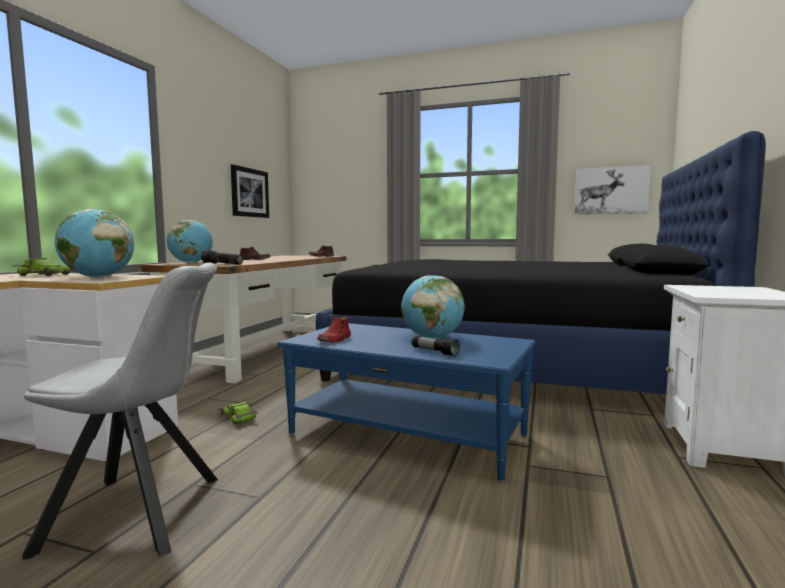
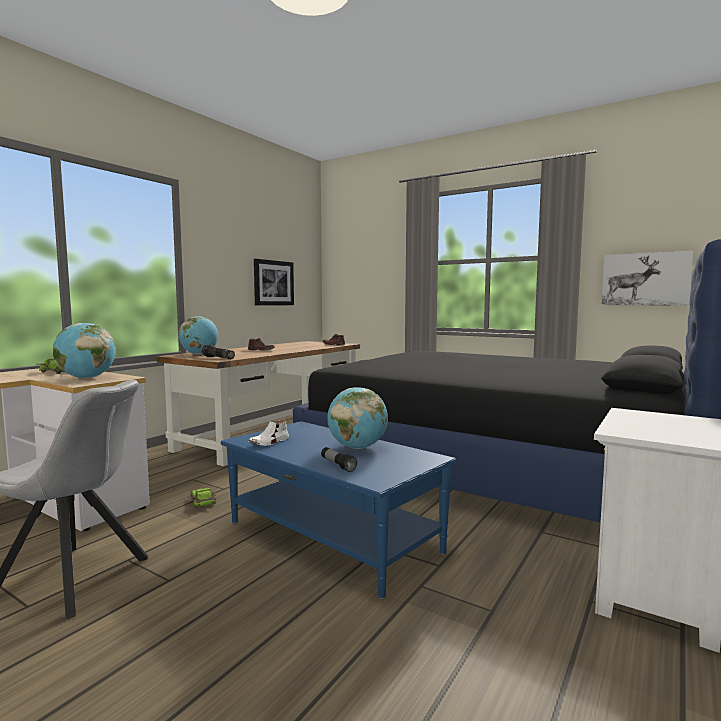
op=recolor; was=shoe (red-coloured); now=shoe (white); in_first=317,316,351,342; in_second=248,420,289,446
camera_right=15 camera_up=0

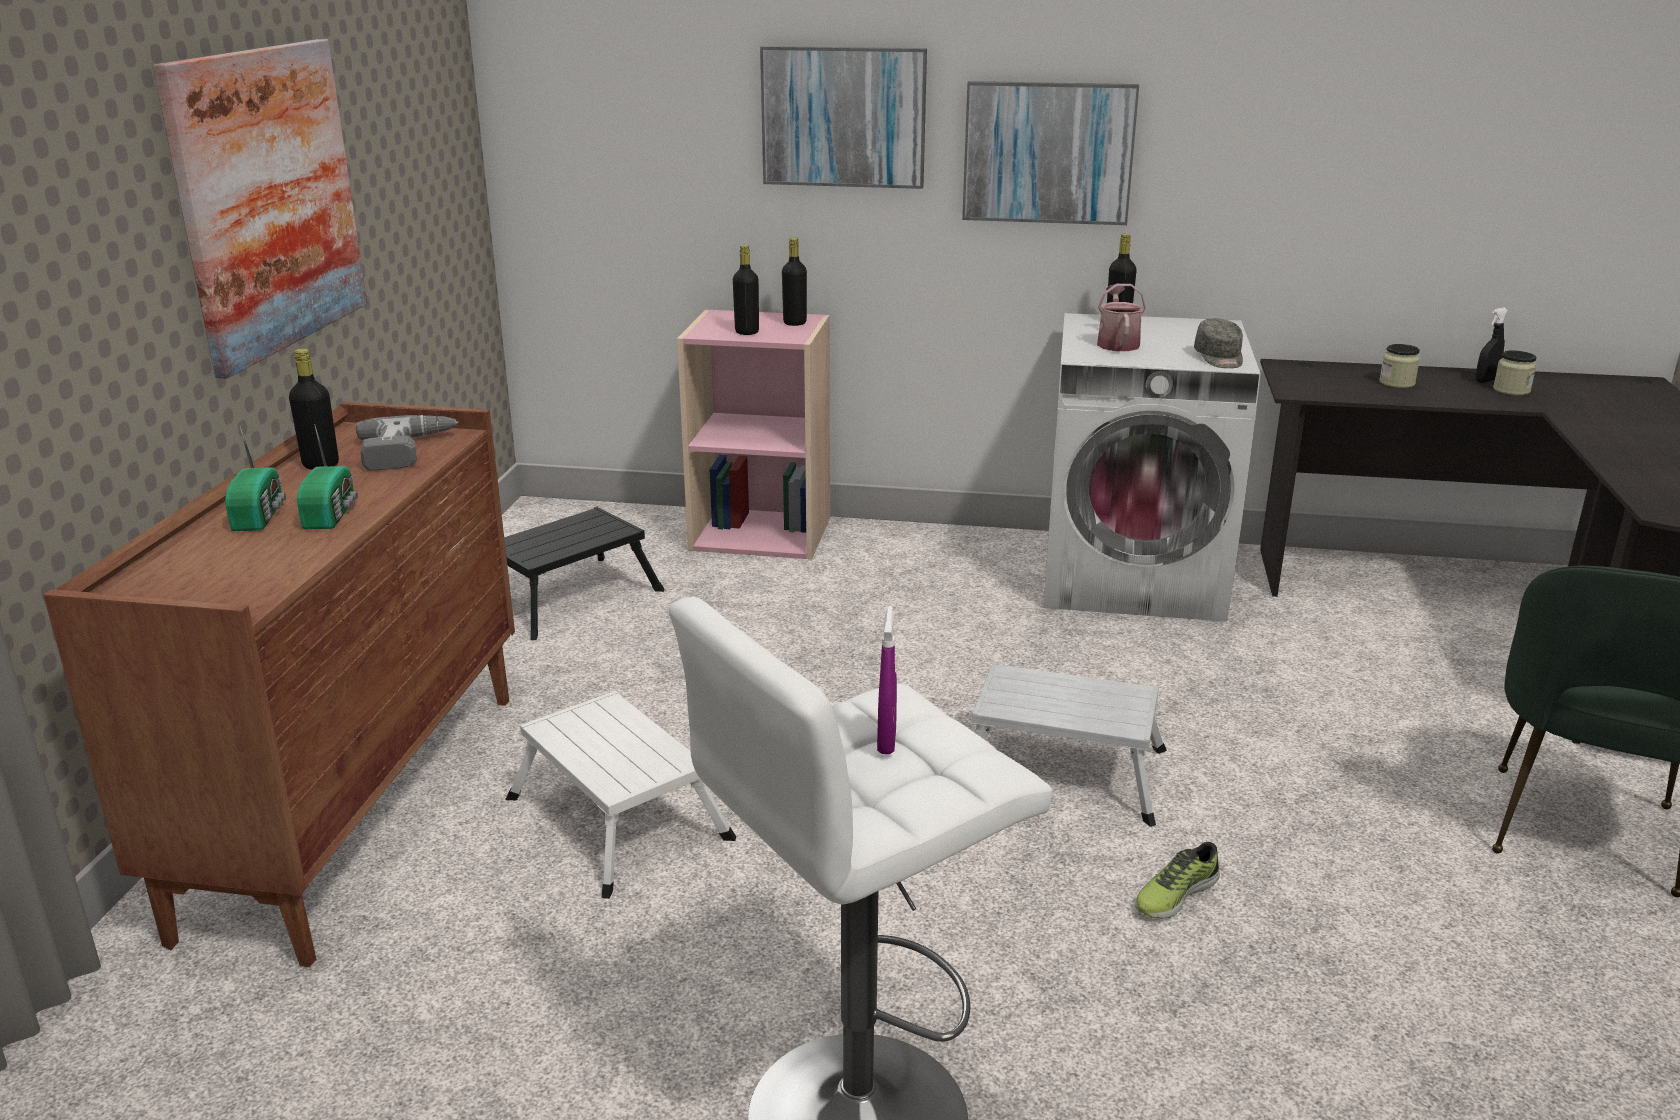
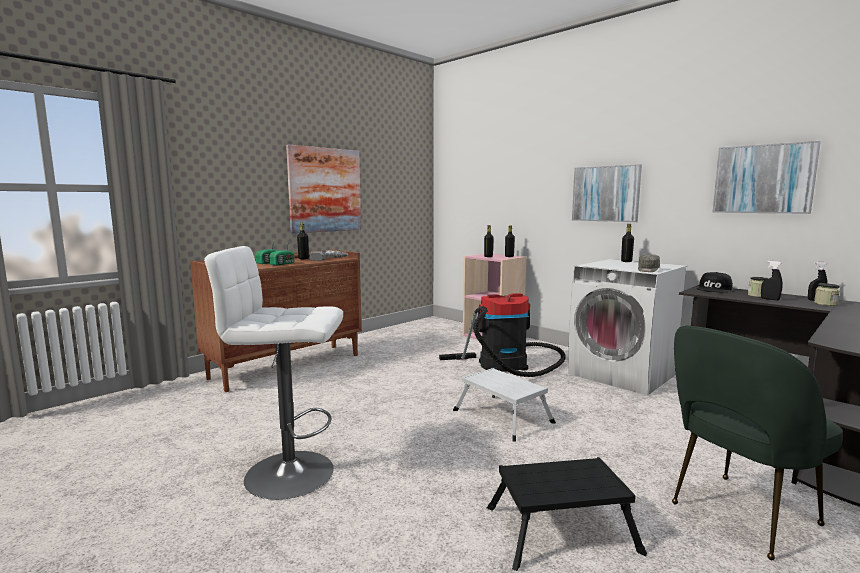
op=delete; was=step stool (white); in_first=505,691,736,899
op=delete; was=sprayer (purplish); in_first=877,606,897,754
op=delete; was=sprinkling can; in_first=1097,284,1146,351
op=delete; was=shoe; in_first=1135,842,1220,918
op=insert; now=vacuum cleaner; in_second=439,293,566,377
op=insert; now=baseball cap (black); in_second=697,272,733,293
op=insert; now=sprayer (black); in_second=761,261,783,300
op=move; was=step stool (black); in_first=504,507,665,640; in_second=487,457,647,571
op=move; was=wall picture; in_first=760,46,927,189; in_second=713,141,821,214
camera_right=35 camera_up=-15

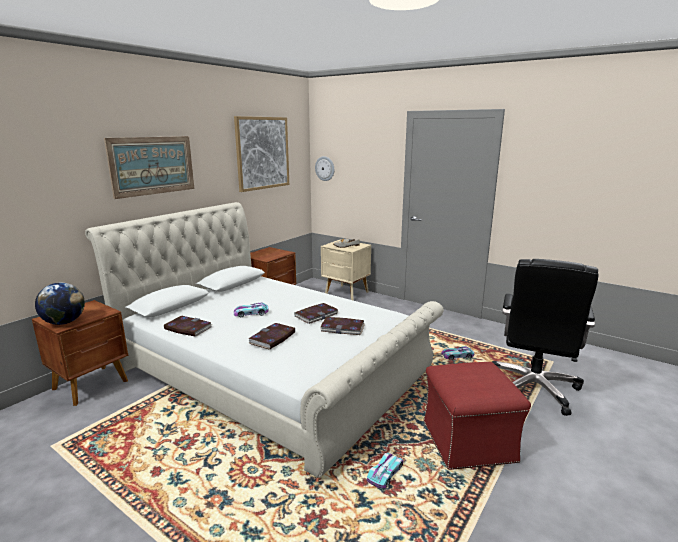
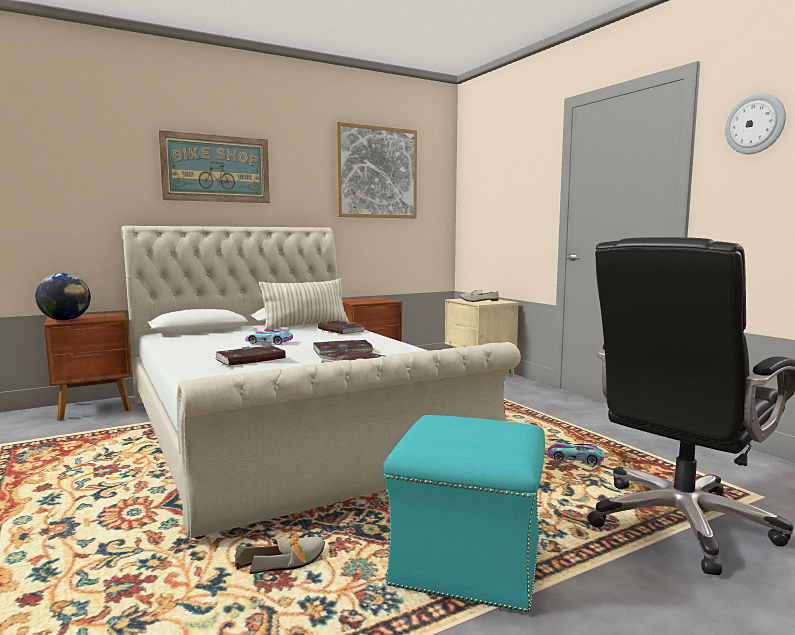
op=insert; now=pillow; in_second=259,278,349,331
op=move; was=volume; in_first=164,316,212,337; in_second=318,321,366,334
op=move; was=clock on the wall; in_first=315,156,334,181; in_second=725,93,786,154
op=replace; was=model car; now=shoe; in_first=367,453,403,488; in_second=235,535,325,574
op=recolor; was=footrest (red-coloured); now=footrest (turquoise-coloured); in_first=424,362,531,470; in_second=383,415,545,613
camera_right=25 camera_up=-10

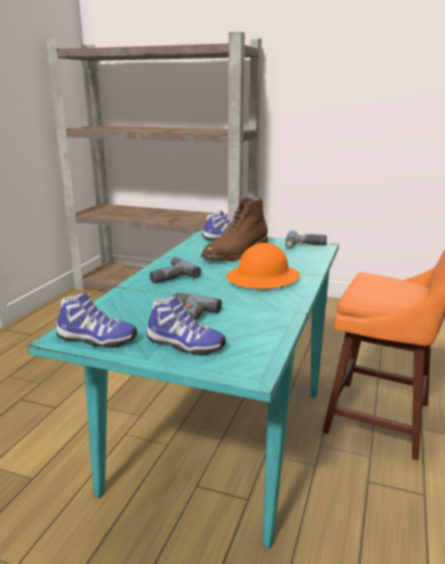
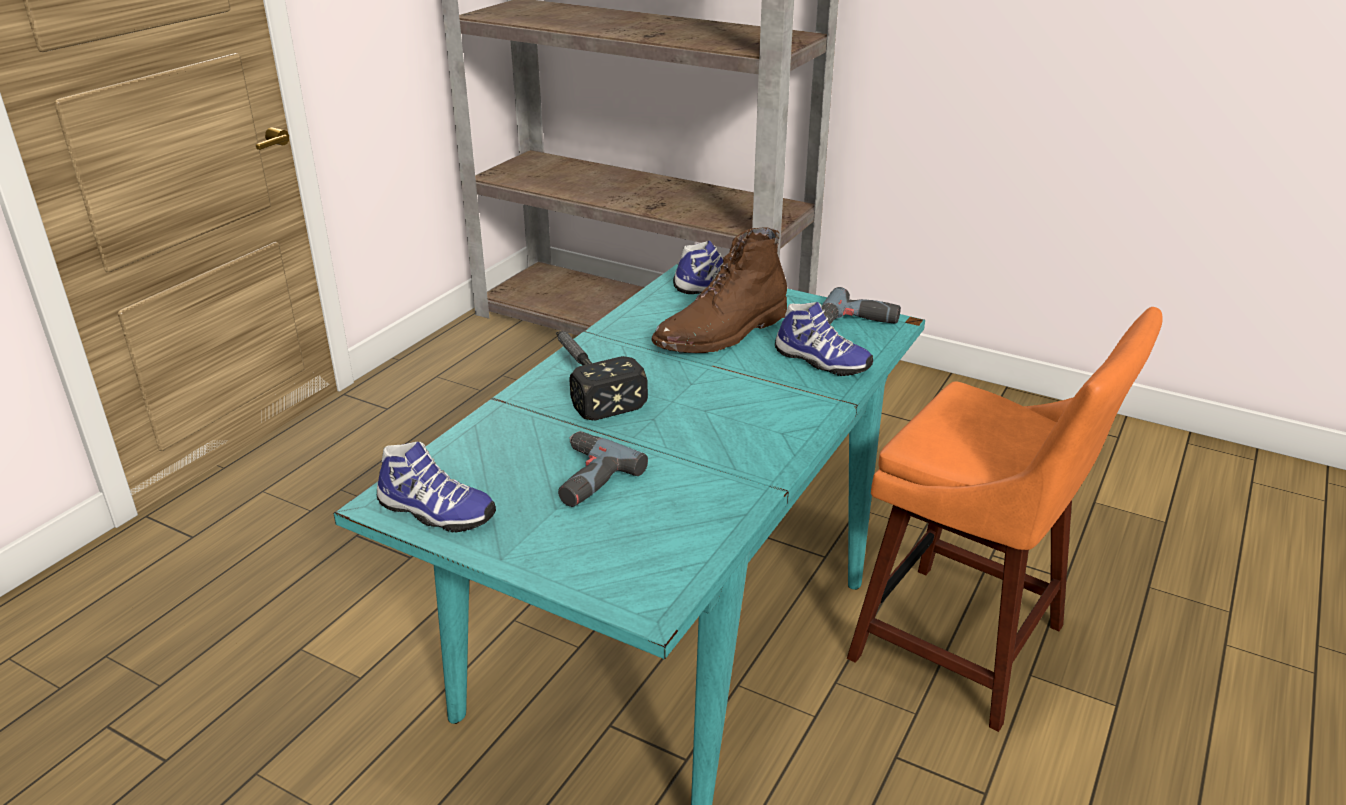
op=delete; was=work helmet (orangey); in_first=226,243,300,289
op=move; was=shoe; in_first=146,296,226,356; in_second=775,302,873,376
op=replace; was=electric drill; now=tool hammer; in_first=150,257,202,283; in_second=556,331,648,421
camera_right=10 camera_up=10

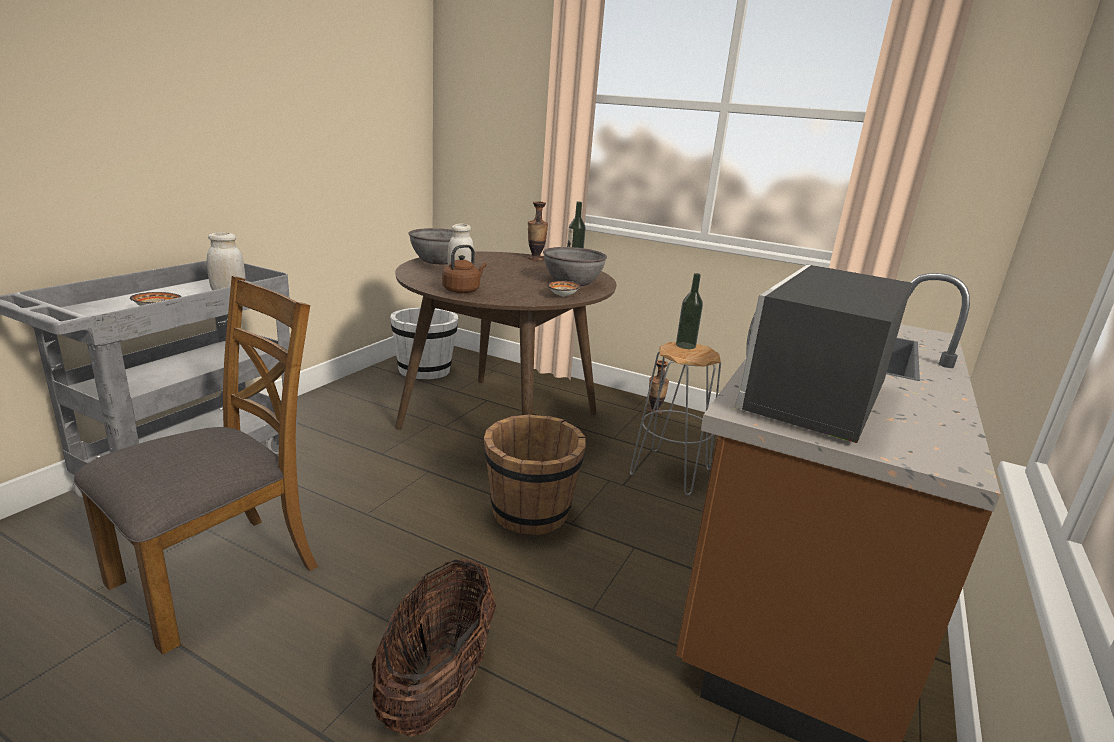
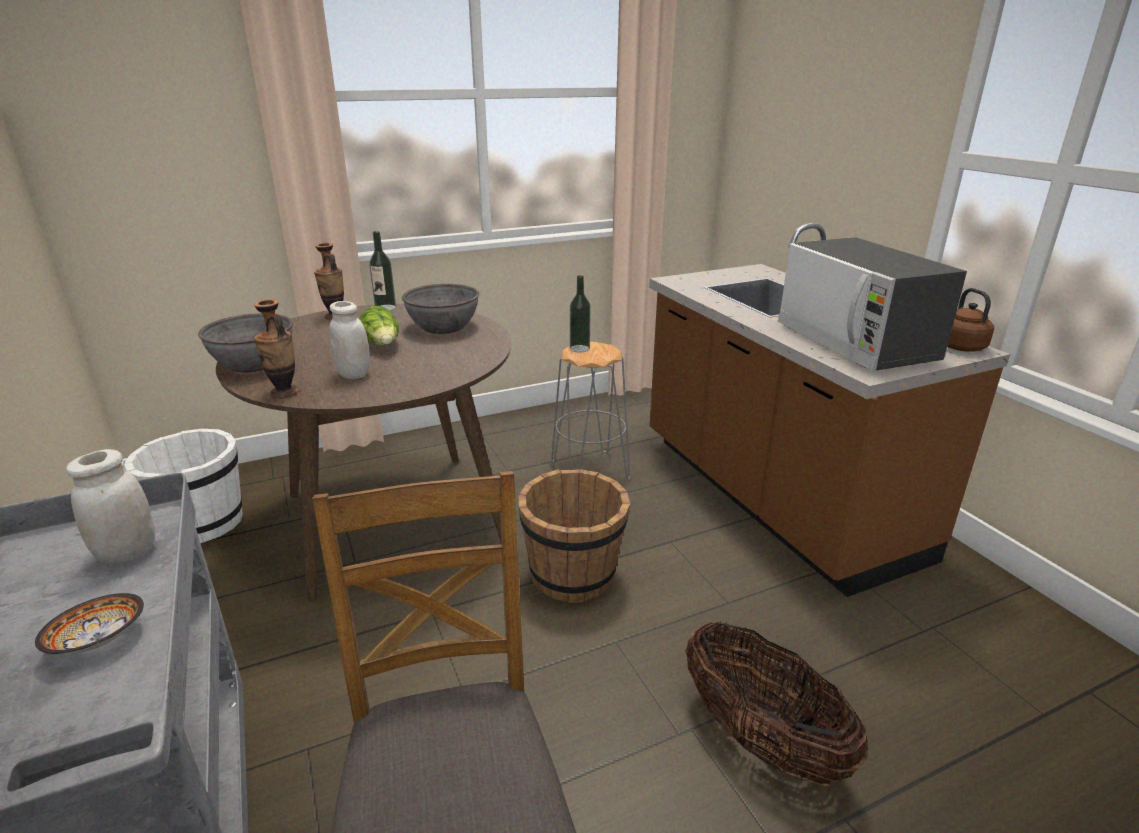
op=delete; was=serving bowl; in_first=547,281,581,297
op=insert; now=head of lettuce; in_second=359,306,399,345
op=move; was=kettle (brown-coloured); in_first=442,245,487,293; in_second=947,288,994,352
op=move; was=decorative vase; in_first=647,360,669,414; in_second=254,299,299,399
camera_right=-50 camera_up=5

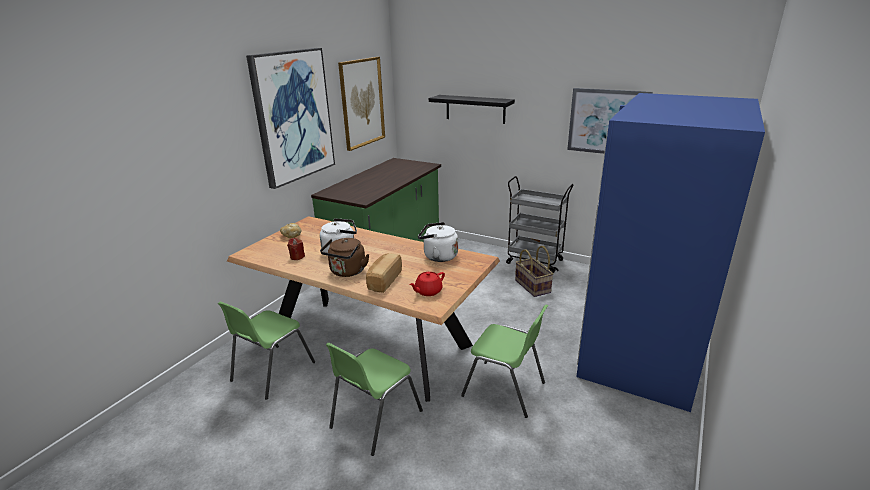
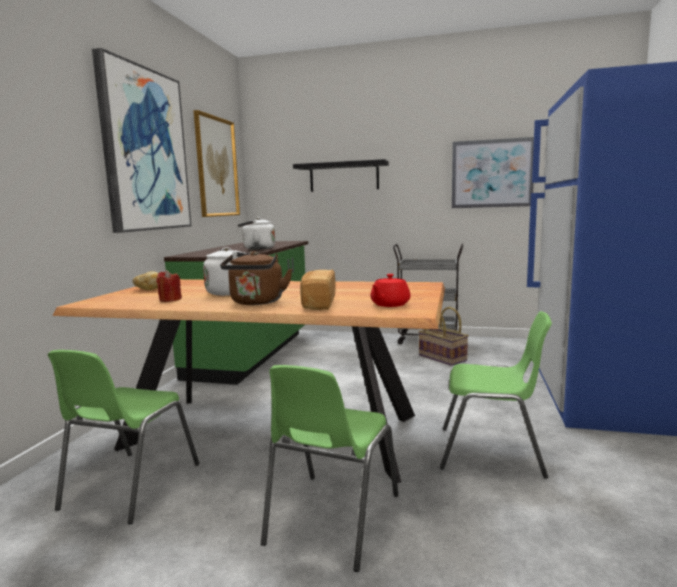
op=move; was=kettle (white); in_first=418,222,458,262; in_second=238,217,275,250
camera_right=-15 camera_up=-15

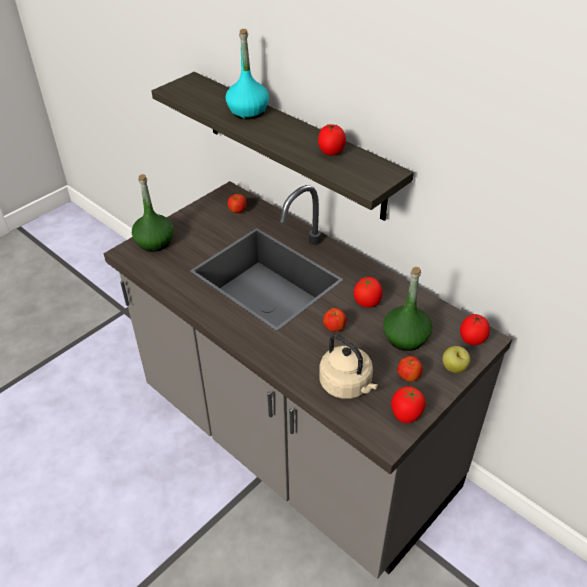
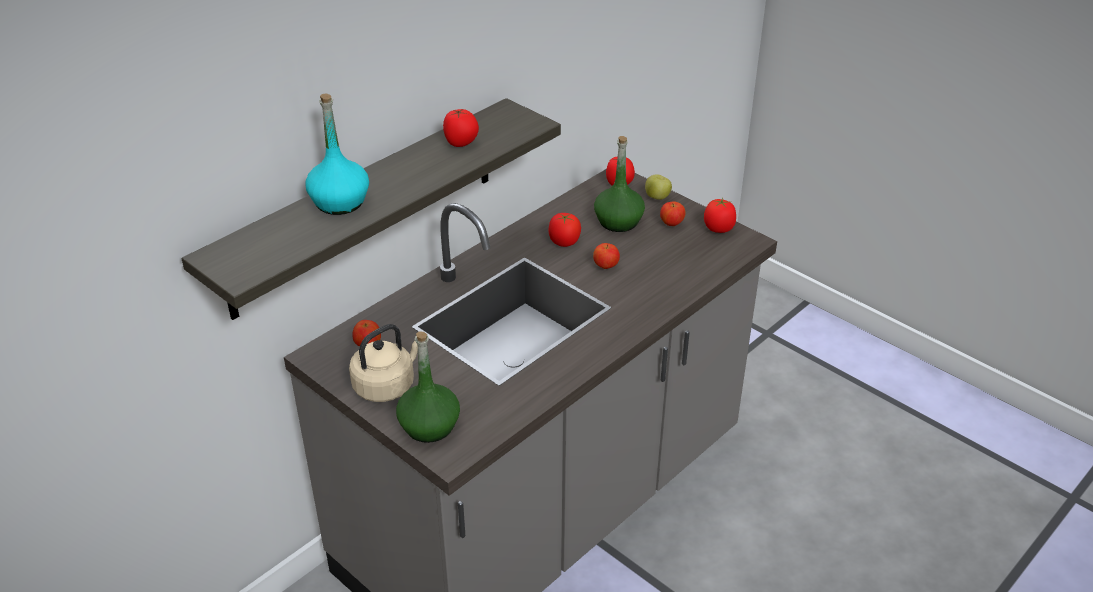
op=move; was=kettle (beige); in_first=319,334,378,399; in_second=349,324,418,402
camera_right=-90 camera_up=-5

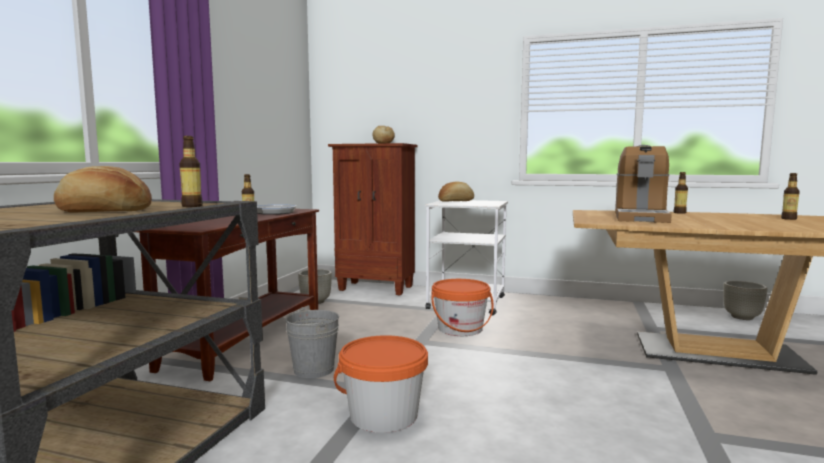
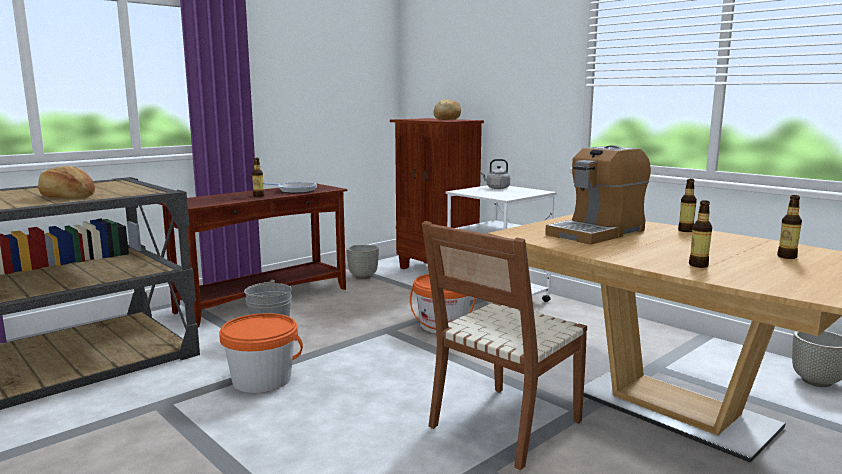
op=insert; now=plain chair; in_second=422,221,587,470
op=move; was=beverage bottle; in_first=179,136,203,207; in_second=689,200,712,268
op=replace; was=bread; now=kettle (grey); in_first=438,182,474,202; in_second=481,159,510,189
camera_right=30 camera_up=5

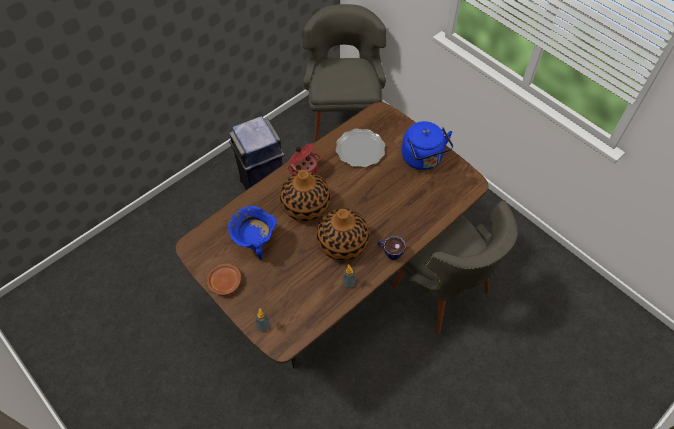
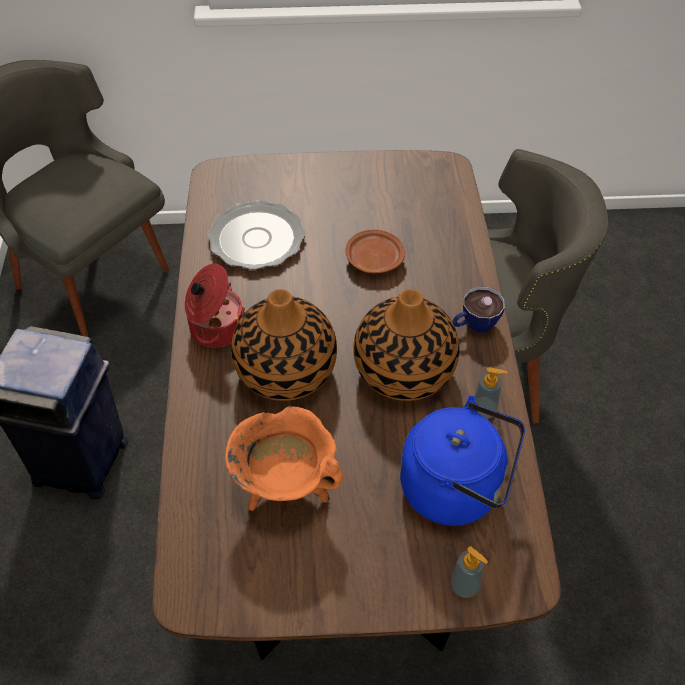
op=move; was=flat dish (brown-coloured); in_first=207,264,241,295; in_second=346,230,405,273
op=move; was=kettle (bluish); in_first=402,121,453,170; in_second=400,395,525,526
op=recolor; was=cooking pot (bluish); now=cooking pot (orangey); in_first=228,206,277,260; in_second=225,406,343,511
camera_right=-50 camera_up=-5

